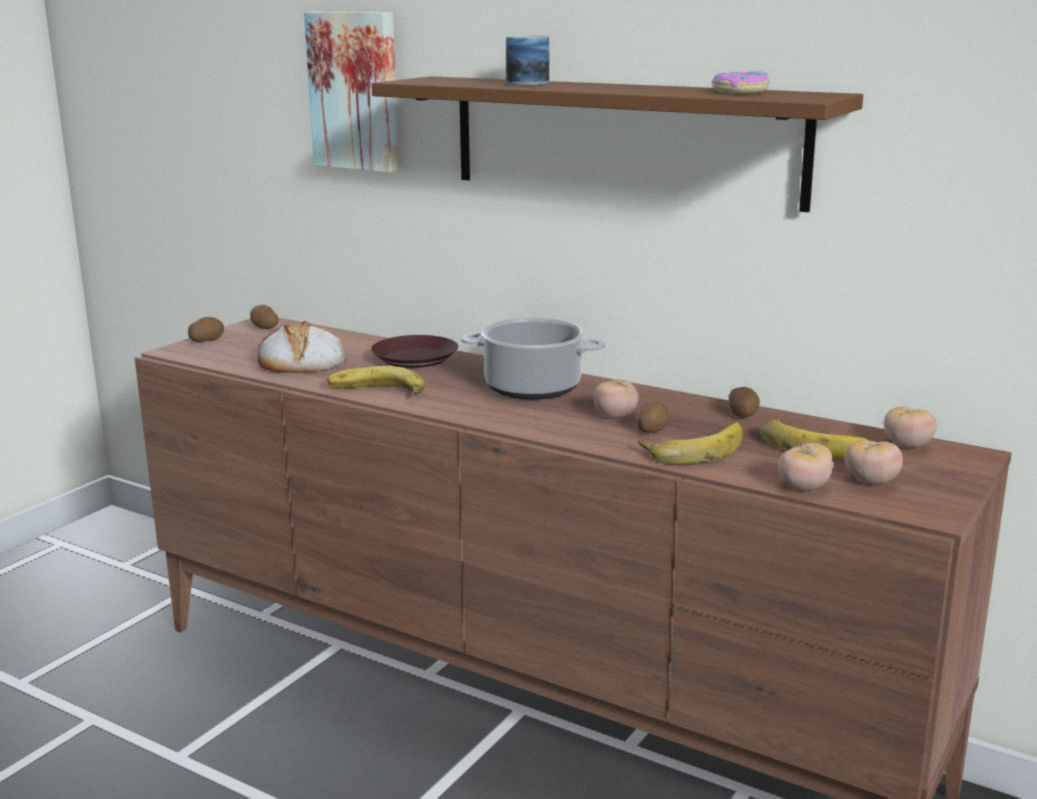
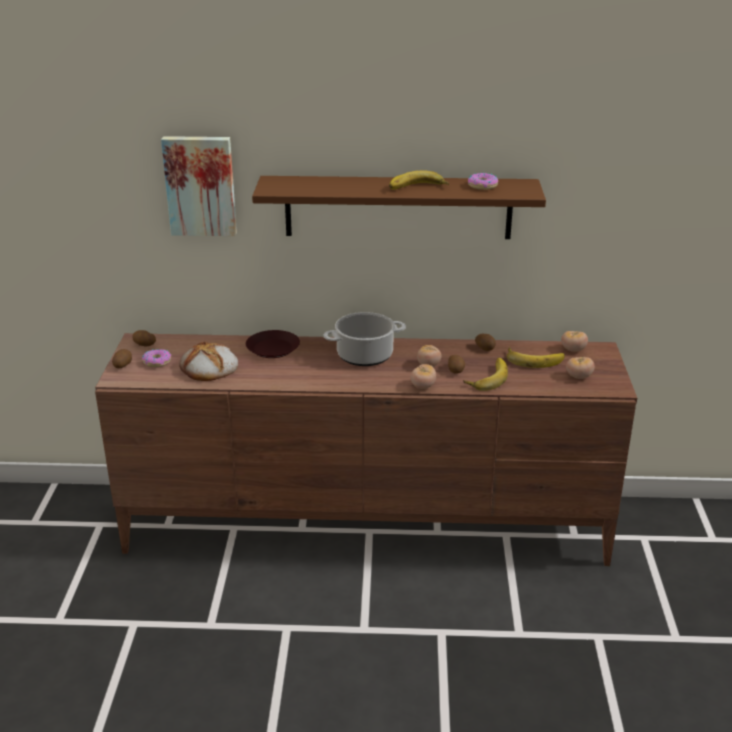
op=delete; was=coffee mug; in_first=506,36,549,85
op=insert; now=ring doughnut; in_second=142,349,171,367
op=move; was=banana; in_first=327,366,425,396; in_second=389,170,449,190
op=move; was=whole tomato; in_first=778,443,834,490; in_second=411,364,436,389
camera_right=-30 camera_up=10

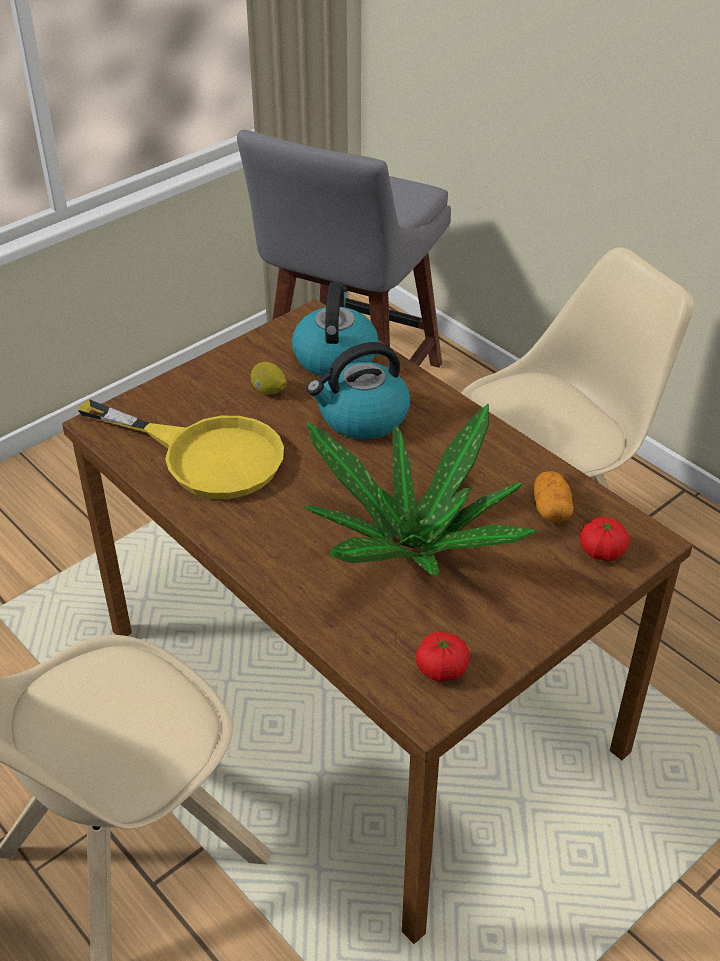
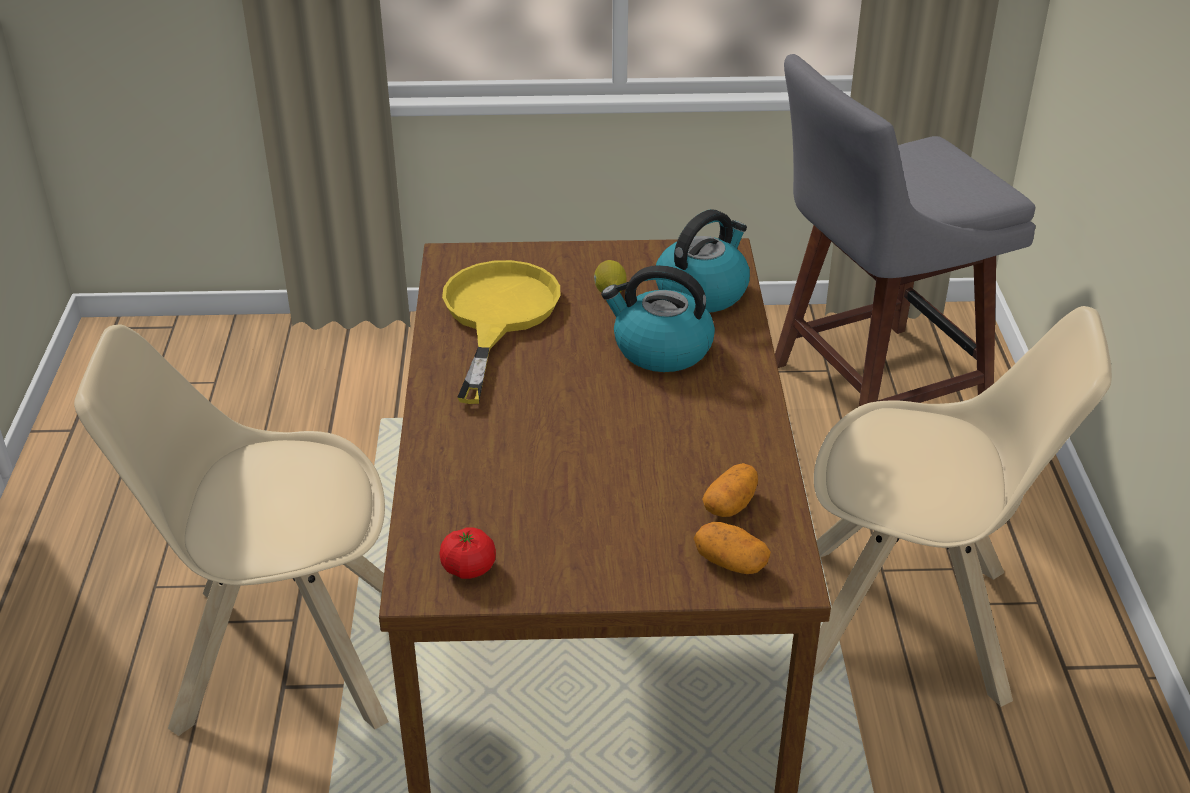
op=delete; was=plant in a pot; in_first=304,404,536,576
op=replace; was=whole tomato; now=whole potato; in_first=580,517,630,562; in_second=694,522,771,574
op=rotate; was=pan (yellow); in_first=78,399,284,499; in_second=442,260,560,404; clockwise=-150
camera_right=40 camera_up=-5

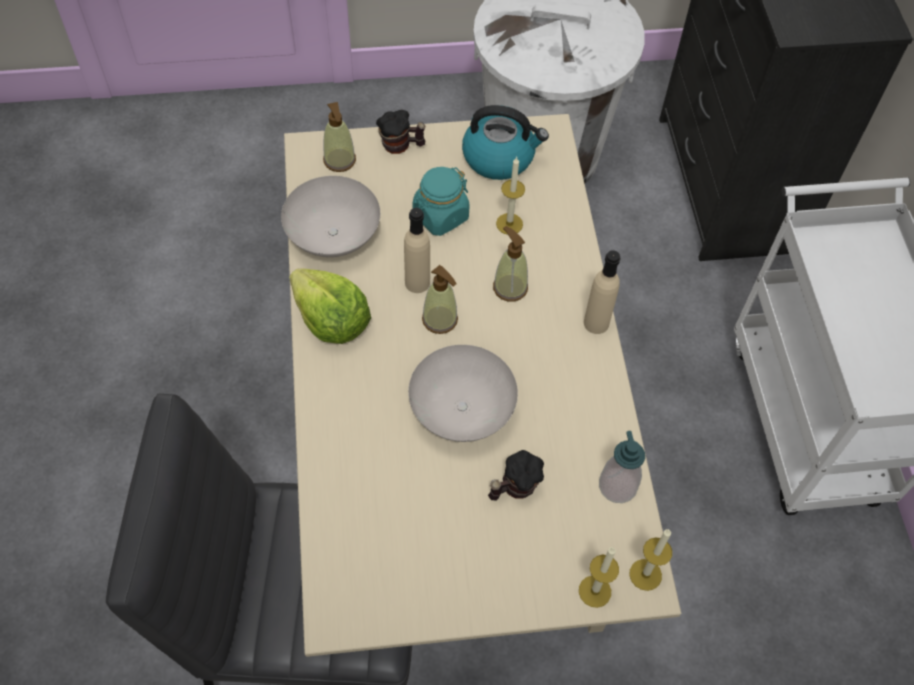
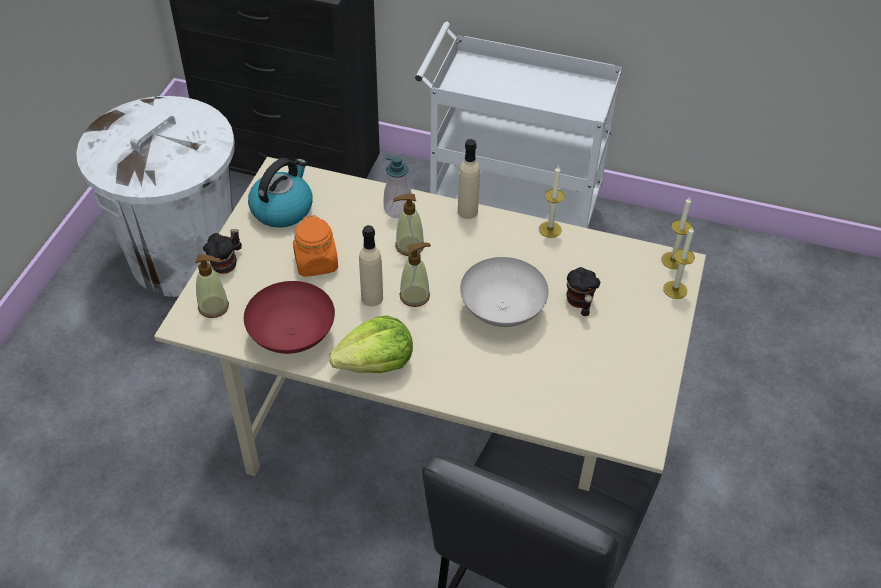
op=move; was=wax candle; in_first=496,157,525,235; in_second=539,165,565,238
op=move; was=liquid soap bottle; in_first=599,431,645,503; in_second=383,156,412,218
op=recolor; was=serving bowl (white); now=serving bowl (red-coloured); in_first=281,176,380,257; in_second=244,281,335,354
op=recolor; was=storage jar (turquoise-coloured); now=storage jar (orangey); in_first=412,167,470,236; in_second=293,215,338,277
camera_right=-65 camera_up=-10

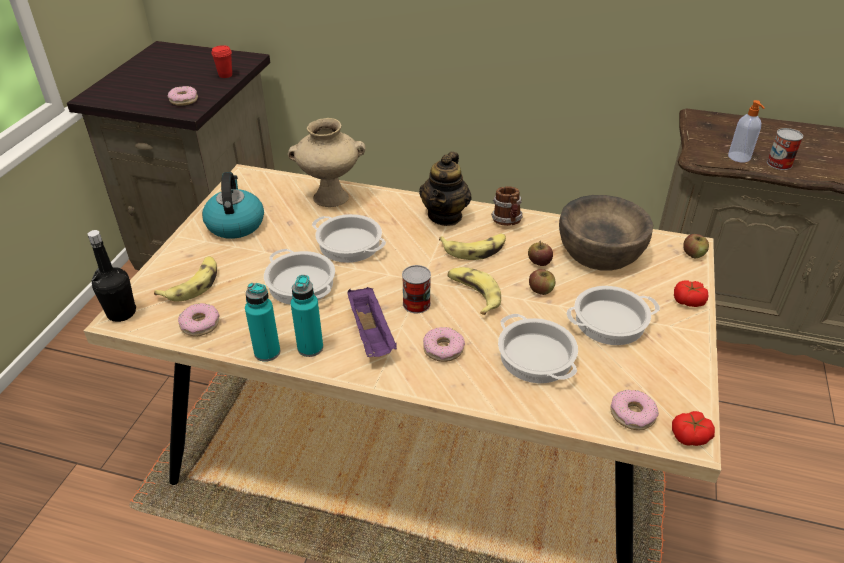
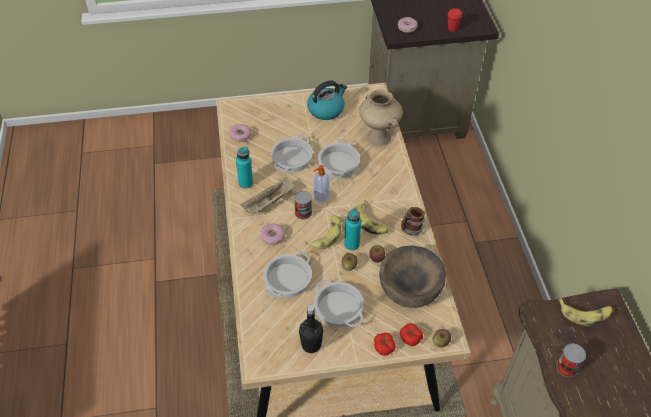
op=delete; was=pot for tea; in_first=419,152,472,226
op=delete; was=ring doughnut; in_first=610,389,659,430
op=move; was=beverage bottle (black); in_first=87,230,136,322; in_second=299,305,323,353
op=move; was=banana; in_first=154,256,217,302; in_second=558,298,613,326
op=move; was=beverage bottle (turquoise-coloured); in_first=245,283,280,362; in_second=344,208,361,250
op=move; was=whole tomato; in_first=672,411,715,446; in_second=400,323,423,346
op=move; was=liquid soap bottle; in_first=728,100,765,162; in_second=314,165,330,202
op=recolor; was=serving tray (purplish); now=serving tray (beige); in_first=347,287,397,357; in_second=241,177,294,214
camera_right=65 camera_up=10

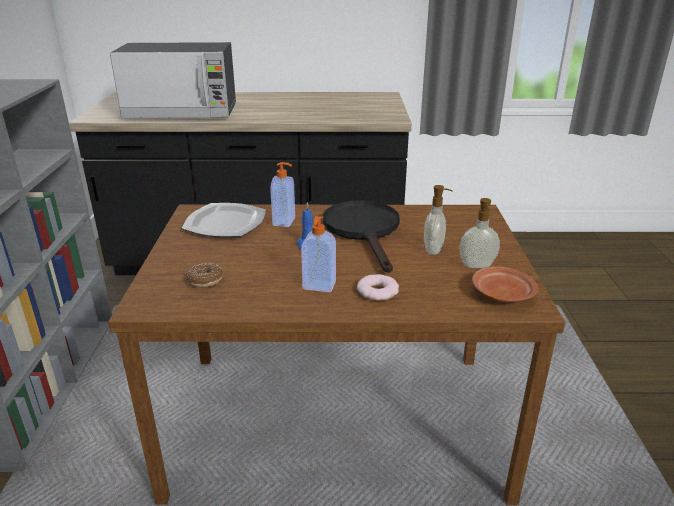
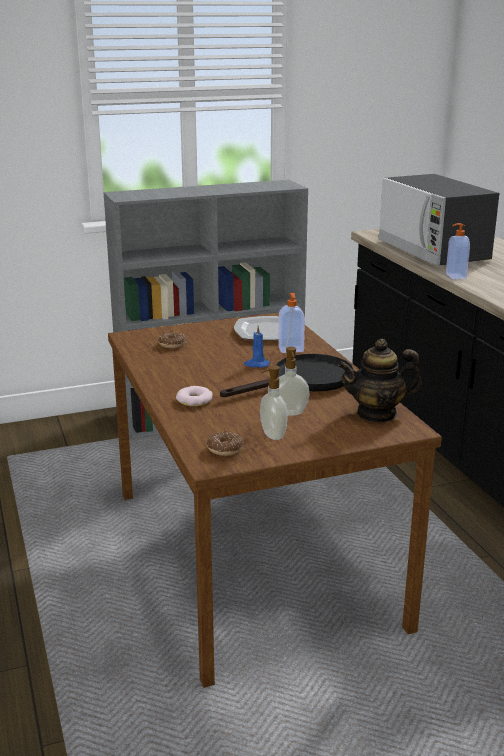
op=insert; now=pot for tea; in_second=338,339,422,423
op=move; was=liquid soap bottle; in_first=301,216,336,292; in_second=446,223,470,279
op=replace; was=flat dish (brown-coloured); now=ring doughnut; in_first=472,266,538,303; in_second=207,432,244,456
camera_right=70 camera_up=-5

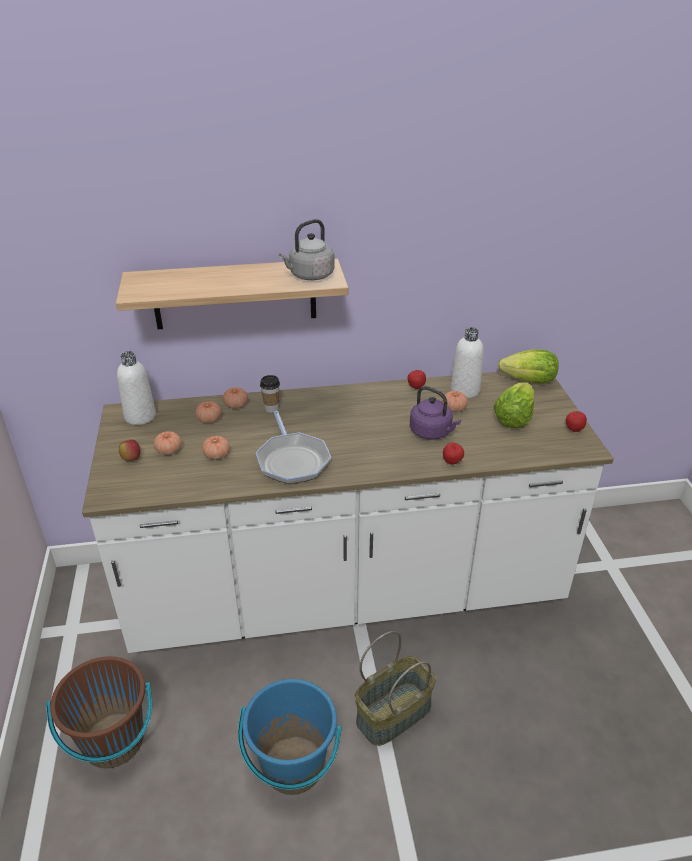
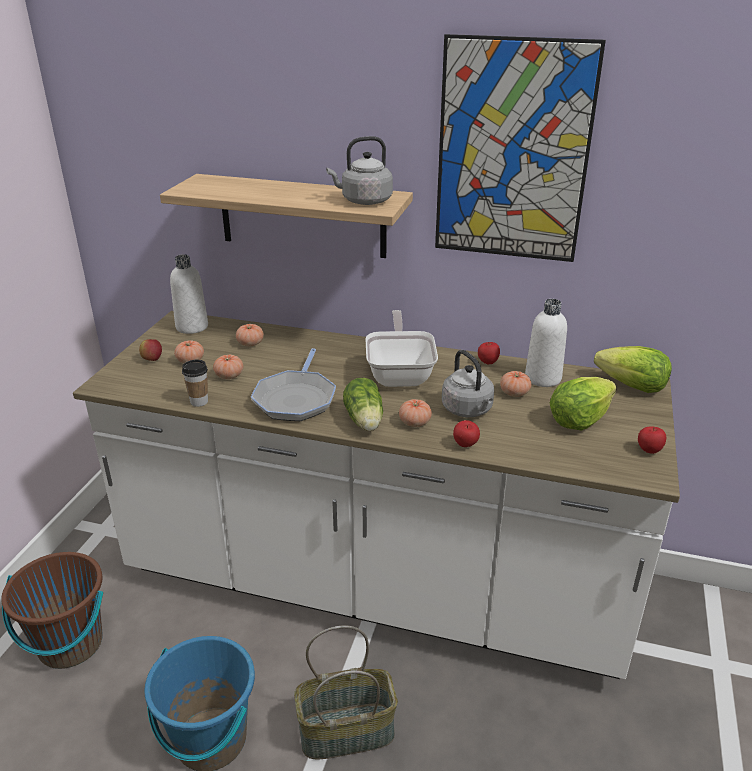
op=insert; now=head of lettuce; in_second=343,378,383,431
op=insert; now=pan; in_second=365,310,438,387
op=insert; now=wall picture; in_second=435,34,606,262
op=move; was=whole tomato; in_first=223,387,248,409; in_second=399,399,432,427
op=move; was=drinking cup; in_first=260,375,280,413; in_second=182,360,208,407
op=recolor; was=kettle (purplish); now=kettle (grey); in_first=410,386,461,440; in_second=442,350,494,417
camera_right=25 camera_up=-5

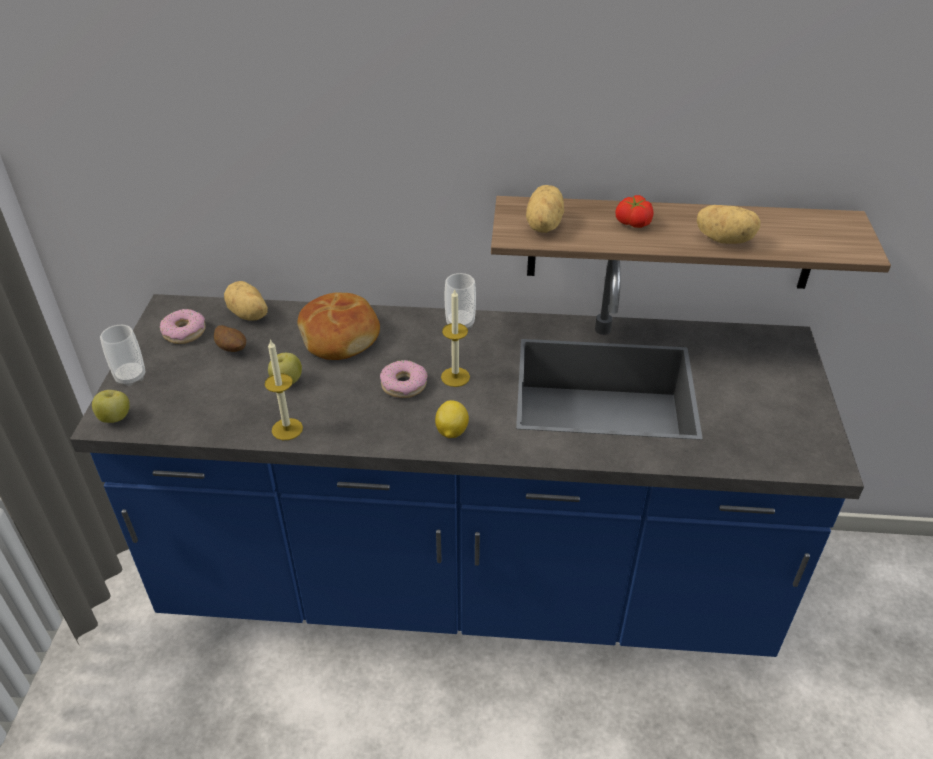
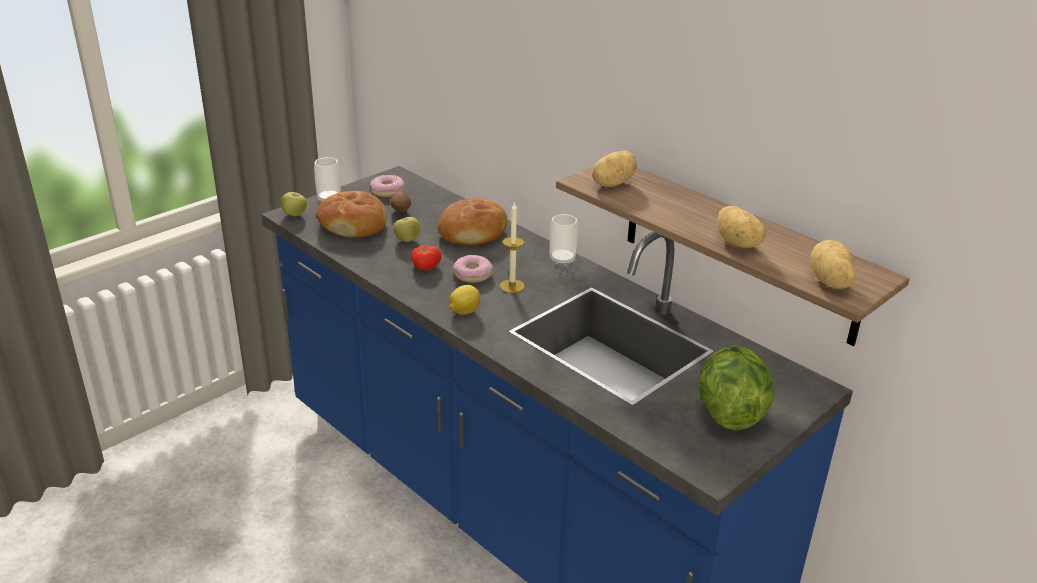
op=delete; was=wax candle; in_first=265,339,303,440
op=insert; now=bread; in_second=316,191,387,238
op=insert; now=head of lettuce; in_second=699,346,775,430
op=move; was=whole potato; in_first=224,281,268,321; in_second=810,240,855,289
op=move; was=whole tomato; in_first=615,195,653,228; in_second=411,245,441,271
camera_right=40 camera_up=-10

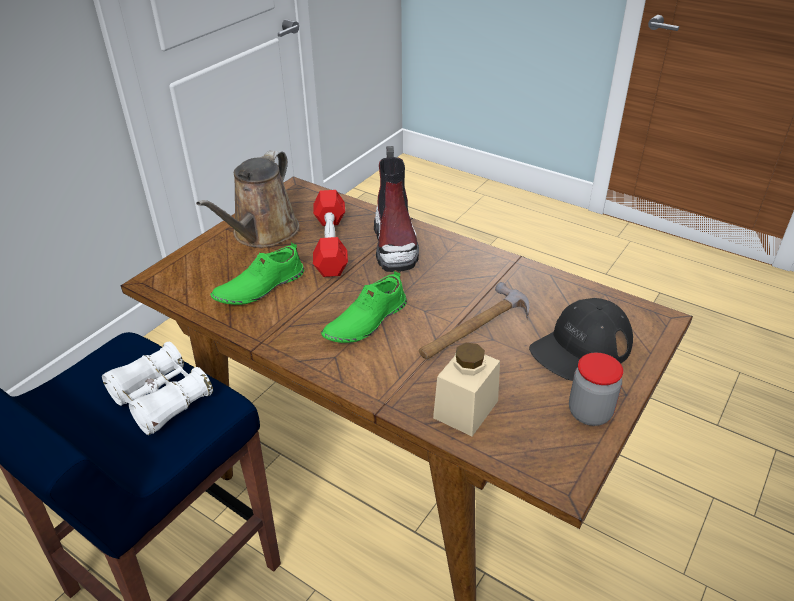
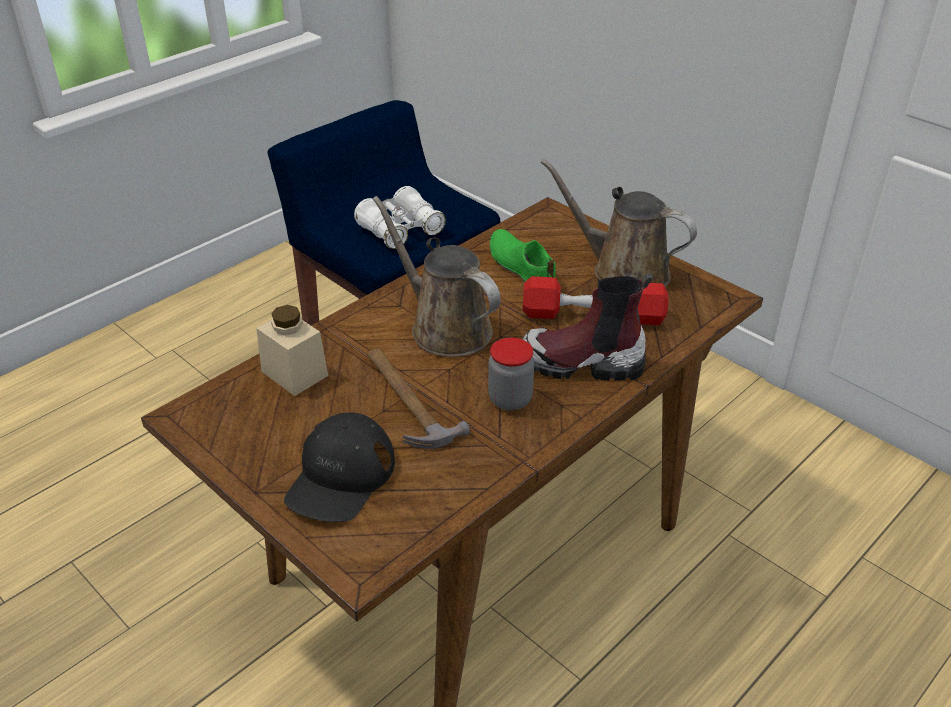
op=move; was=storage jar; in_first=569,353,623,426; in_second=488,338,534,411
op=replace; was=shoe (green); now=sprinkling can (brown-coloured); in_first=321,270,407,343; in_second=373,196,501,357
op=rotate; was=baseball cap (black); in_first=529,298,633,381; in_second=284,412,395,522; clockwise=-135
camera_right=100 camera_up=0

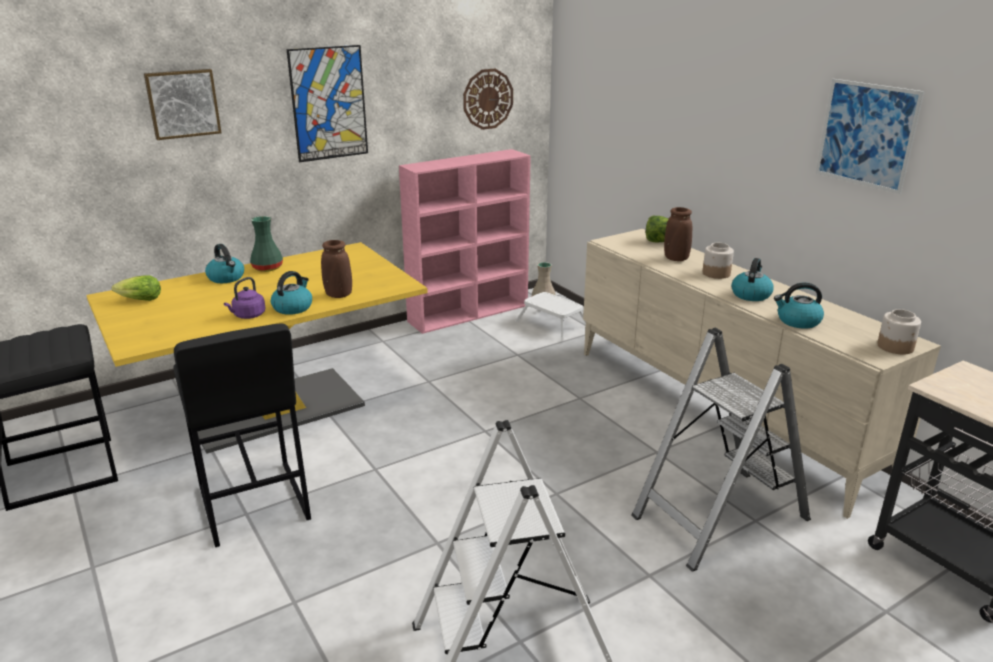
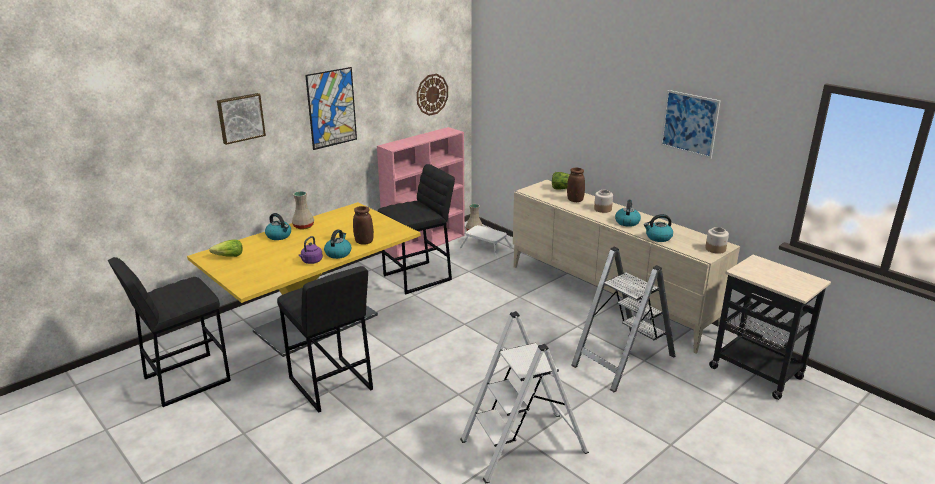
op=insert; now=stool seat (black); in_second=378,164,455,294
op=recolor; was=decorative vase (green); now=decorative vase (beige); in_first=250,216,283,272; in_second=292,191,314,229
camera_right=-10 camera_up=0

